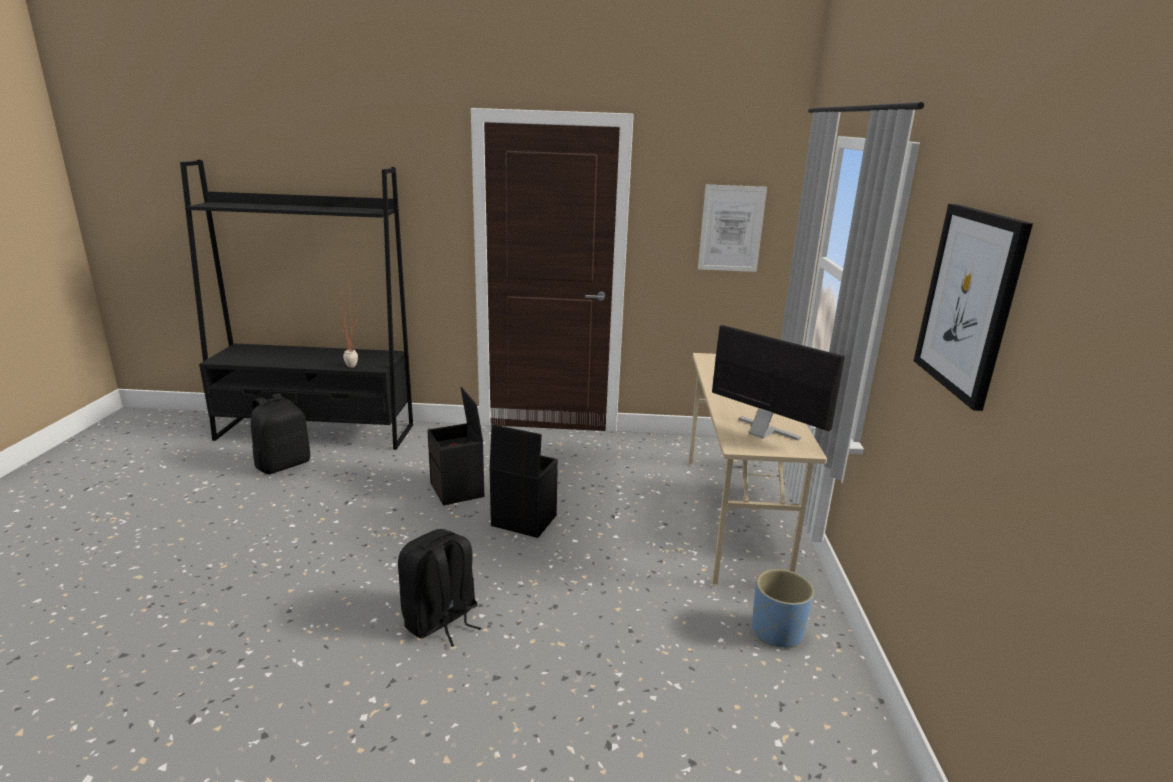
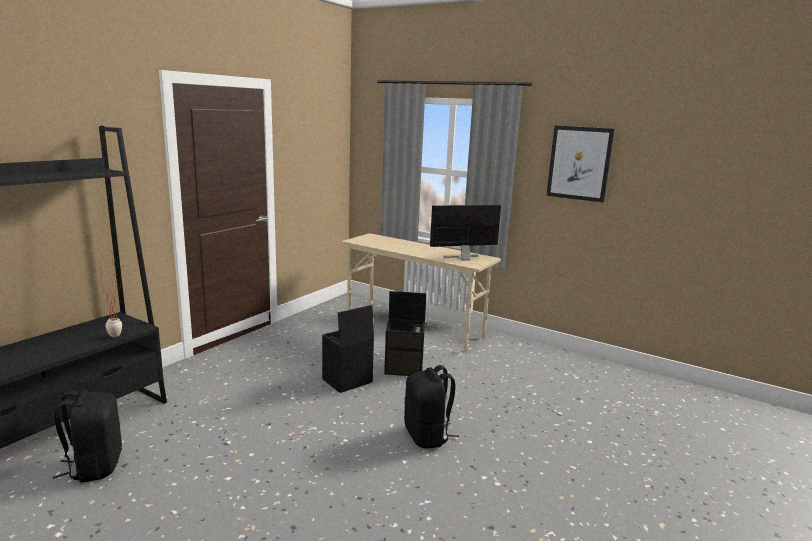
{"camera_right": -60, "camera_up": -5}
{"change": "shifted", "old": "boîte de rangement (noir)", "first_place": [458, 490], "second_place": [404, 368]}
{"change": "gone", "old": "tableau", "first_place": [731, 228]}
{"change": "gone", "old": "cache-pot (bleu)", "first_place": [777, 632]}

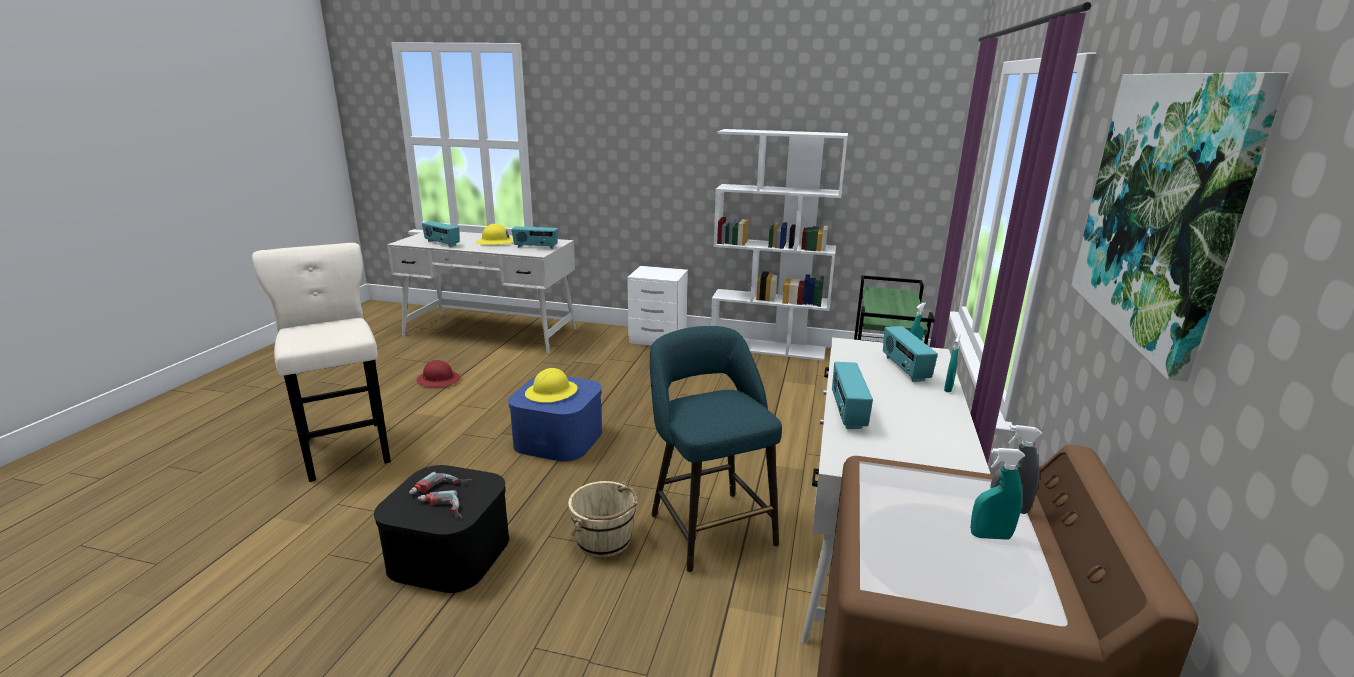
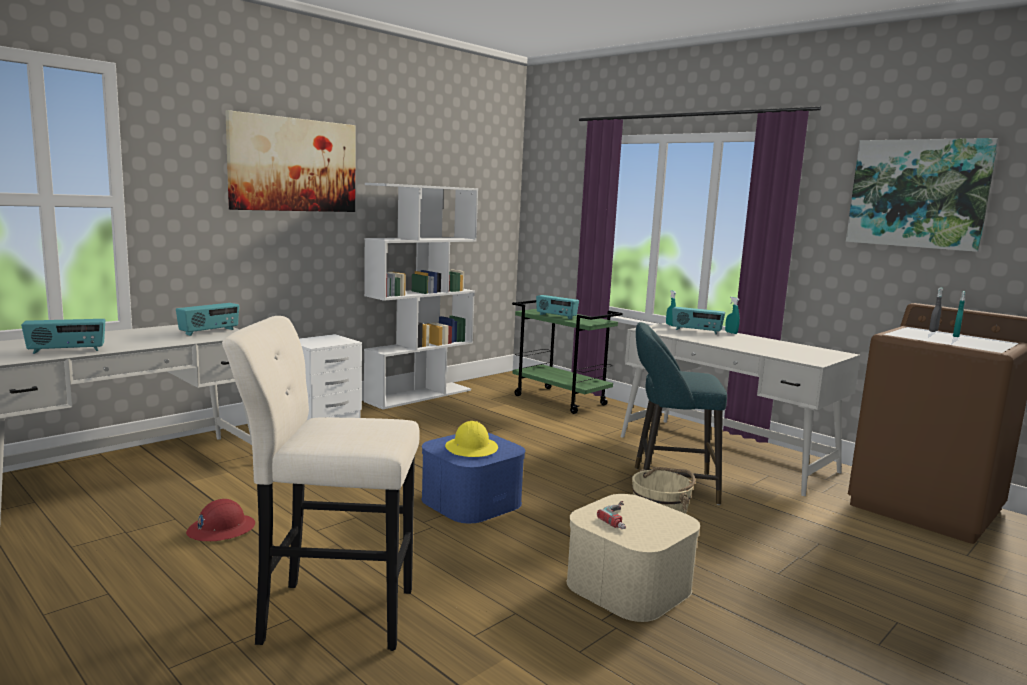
{"camera_right": -60, "camera_up": -10}
{"change": "new", "new": "tableau", "second_place": [294, 165]}
{"change": "shifted", "old": "radio", "first_place": [847, 412], "second_place": [556, 316]}
{"change": "repainted", "old": "boîte de rangement (noir)", "new": "boîte de rangement (beige)", "first_place": [449, 553], "second_place": [629, 585]}
{"change": "gone", "old": "perceuse", "first_place": [440, 511]}
{"change": "gone", "old": "casque de chantier (jaune)", "first_place": [496, 242]}

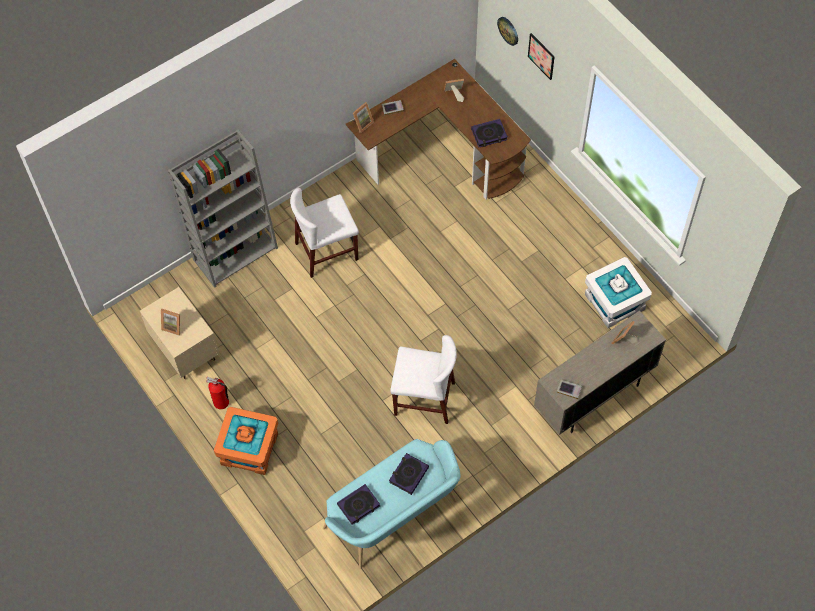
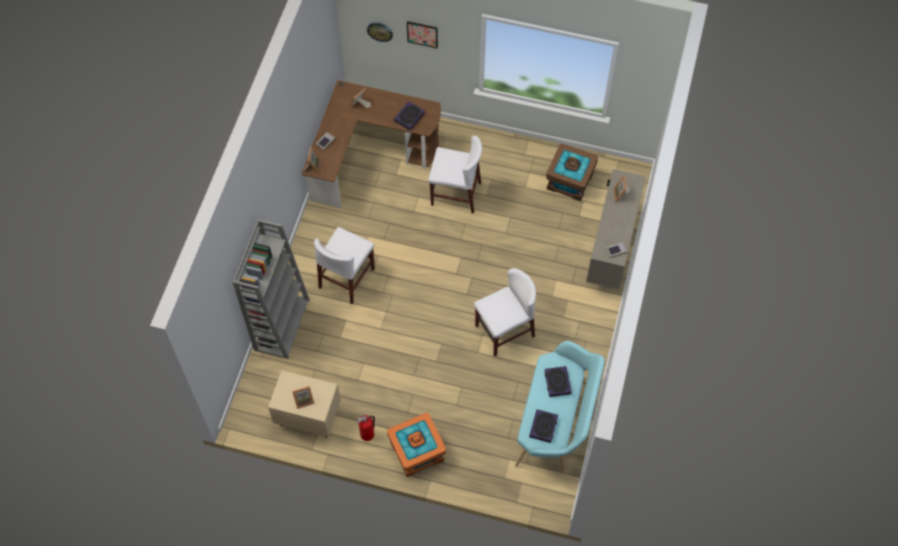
{"camera_right": -40, "camera_up": 0}
{"change": "new", "new": "chaise (blanc)", "second_place": [456, 194]}
{"change": "repainted", "old": "boîte de rangement (blanc)", "new": "boîte de rangement (marron)", "first_place": [614, 302], "second_place": [569, 181]}

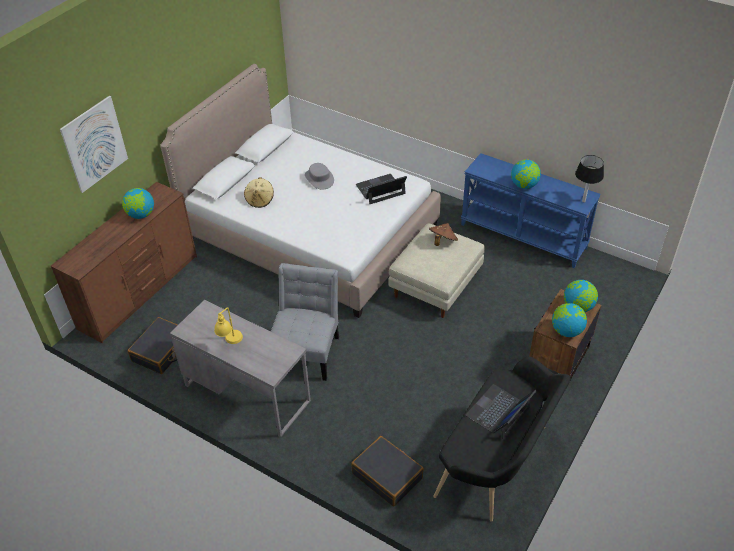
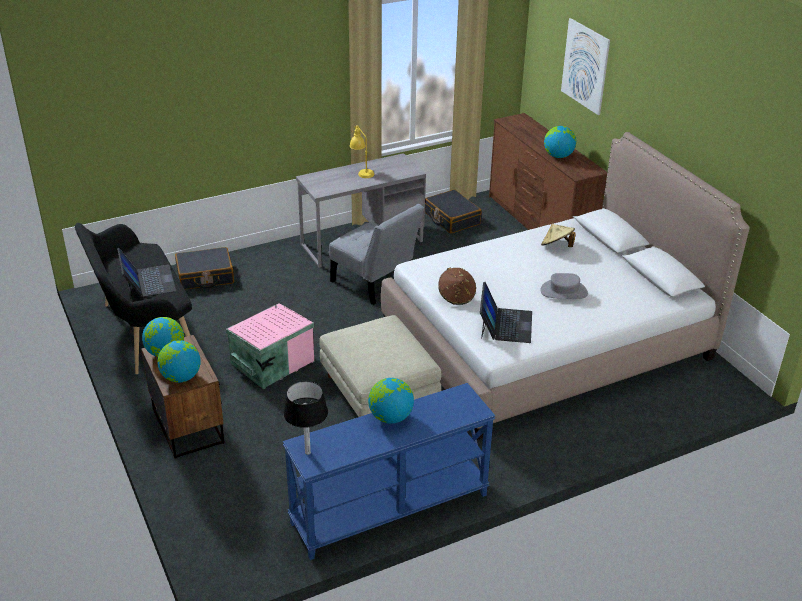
{"camera_right": 120, "camera_up": -10}
{"change": "new", "new": "boîte de rangement (rose)", "second_place": [271, 362]}
{"change": "shifted", "old": "chapeau (marron)", "first_place": [442, 241], "second_place": [456, 296]}

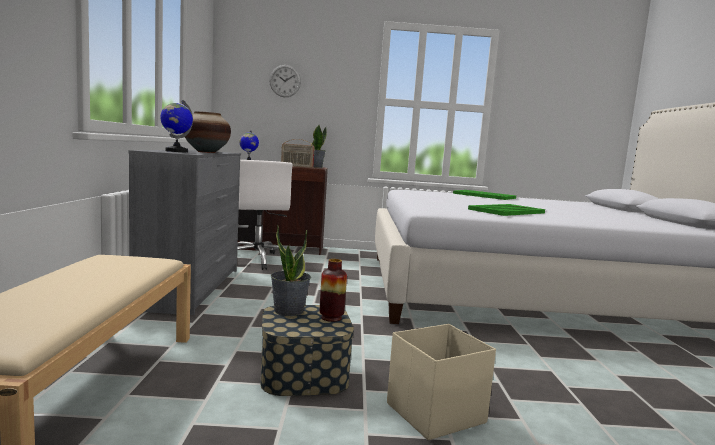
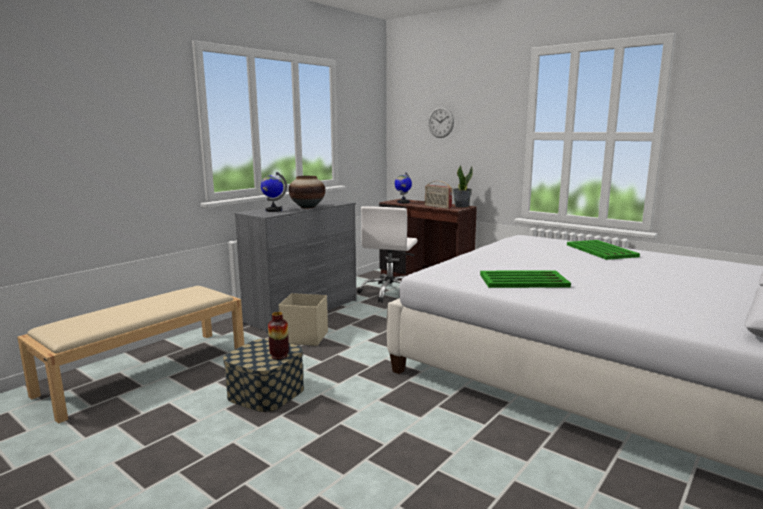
{"camera_right": 40, "camera_up": 5}
{"change": "shifted", "old": "boîte de rangement (beige)", "first_place": [434, 413], "second_place": [304, 337]}
{"change": "gone", "old": "plante en pot", "first_place": [289, 311]}

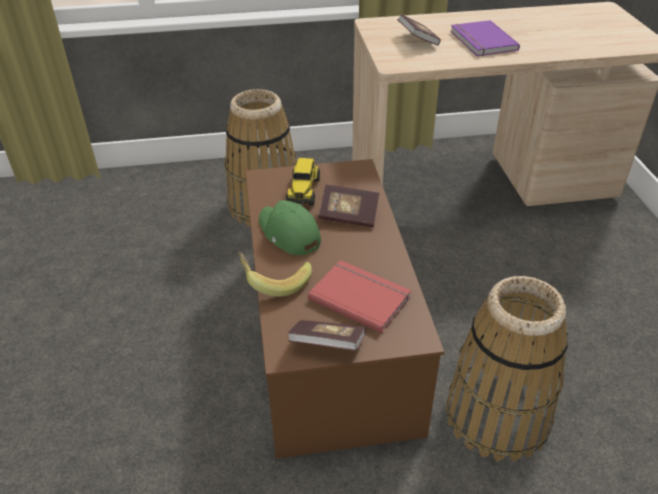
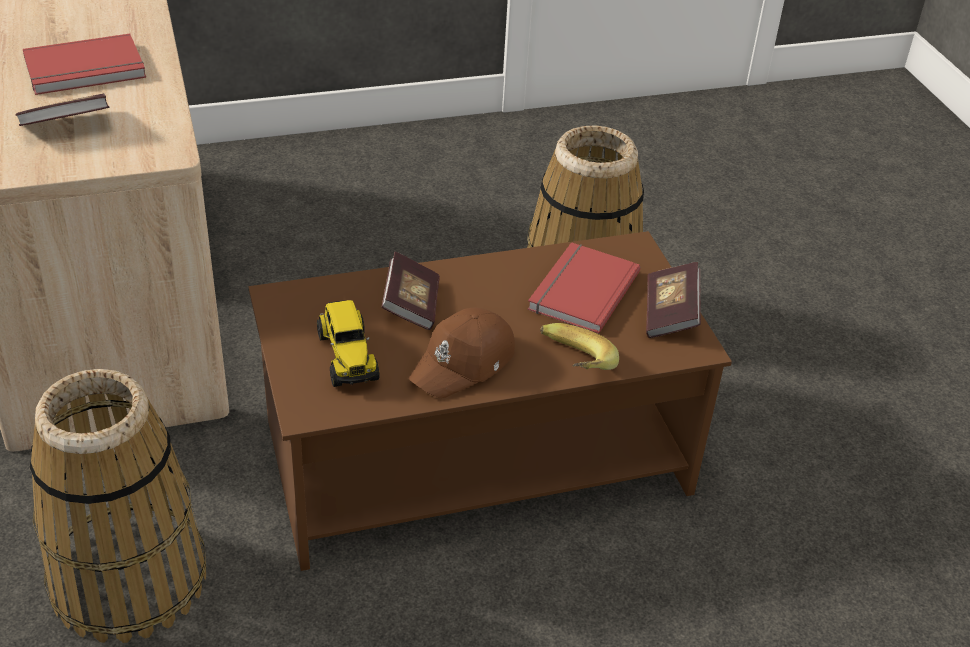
{"camera_right": -100, "camera_up": 0}
{"change": "repainted", "old": "livre (violet)", "new": "livre (rouge)", "first_place": [481, 41], "second_place": [86, 70]}
{"change": "rotated", "old": "camion jouet", "first_place": [303, 191], "second_place": [347, 356], "degrees": 75}
{"change": "repainted", "old": "casquette (vert)", "new": "casquette (marron)", "first_place": [288, 234], "second_place": [464, 363]}

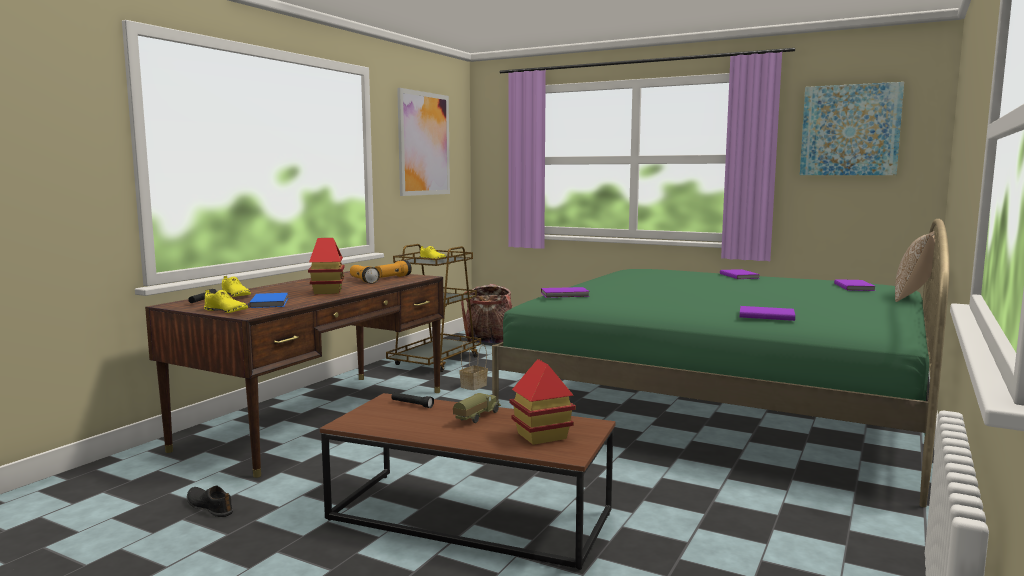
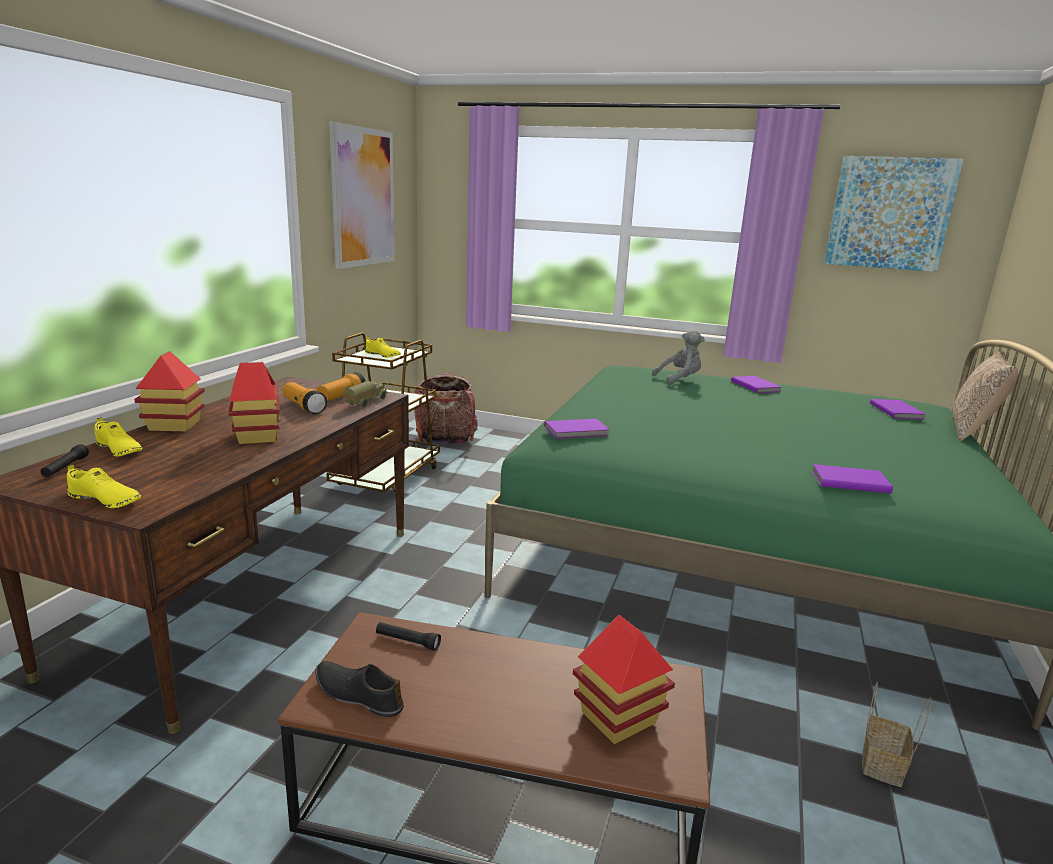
{"camera_right": -10, "camera_up": 10}
{"change": "new", "new": "maison miniature", "second_place": [174, 425]}
{"change": "shifted", "old": "chaussure (noir)", "first_place": [209, 506], "second_place": [358, 694]}
{"change": "shifted", "old": "camion jouet", "first_place": [476, 417], "second_place": [365, 402]}
{"change": "new", "new": "peluche (gris)", "second_place": [679, 380]}
{"change": "shifted", "old": "panier", "first_place": [473, 386], "second_place": [883, 766]}
{"change": "gone", "old": "livre (bleu)", "first_place": [270, 302]}

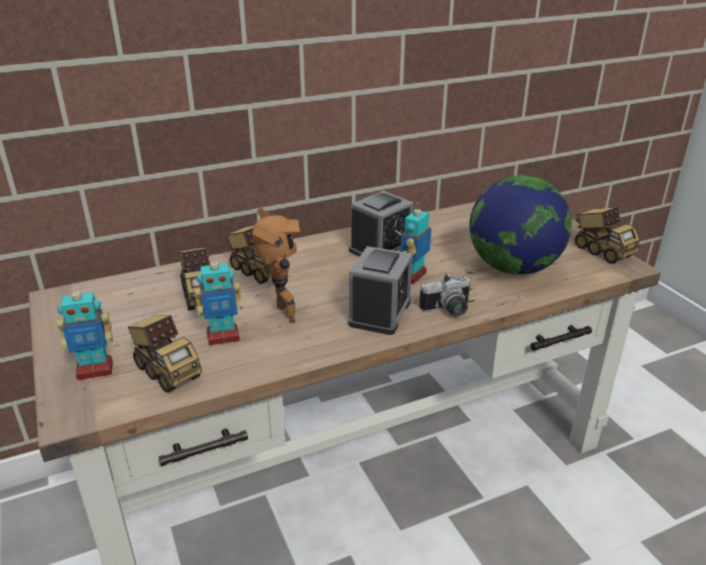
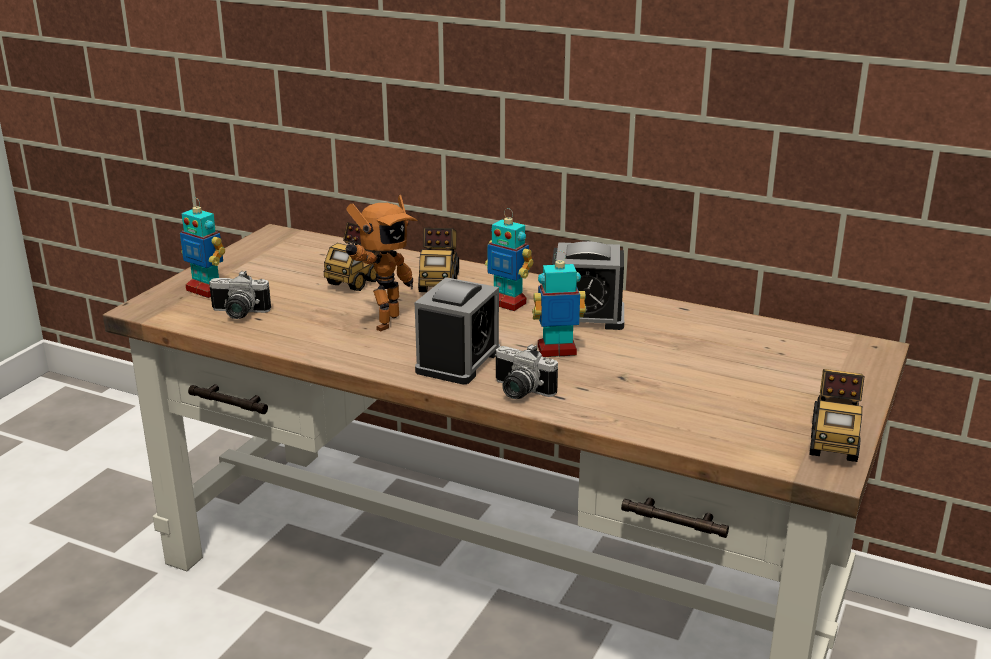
{"camera_right": 50, "camera_up": -5}
{"change": "swapped", "old": "camion jouet", "new": "appareil photo", "first_place": [166, 371], "second_place": [238, 314]}
{"change": "rotated", "old": "réveil", "first_place": [380, 313], "second_place": [458, 361], "degrees": -45}
{"change": "shifted", "old": "robot jouet", "first_place": [223, 336], "second_place": [507, 303]}
{"change": "gone", "old": "globe", "first_place": [513, 268]}

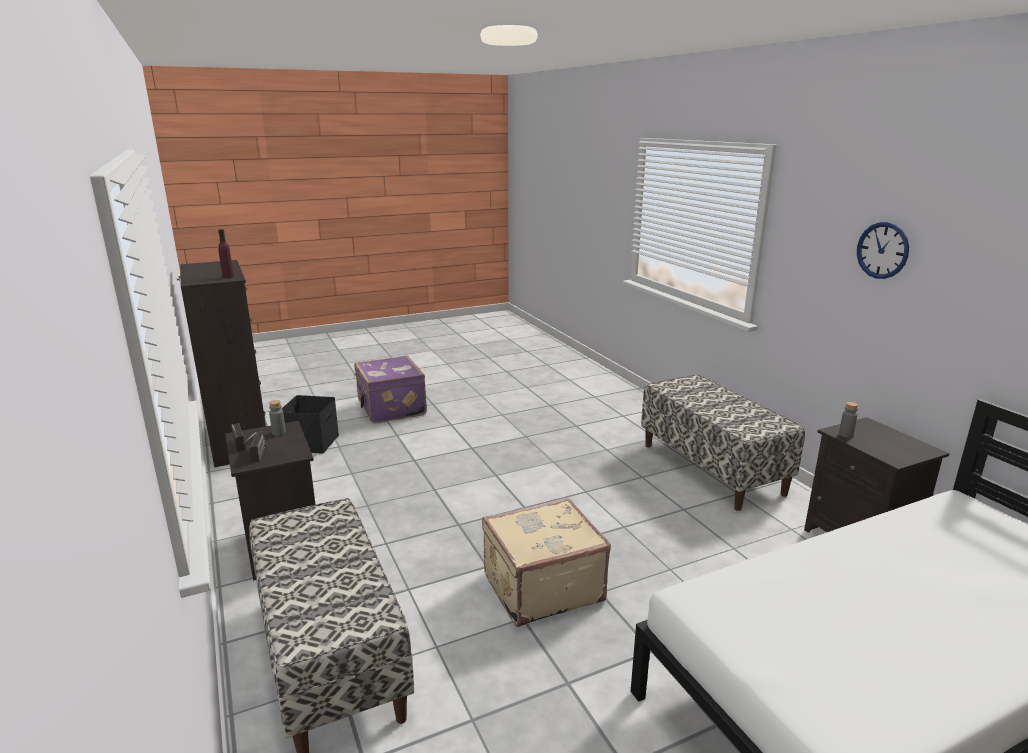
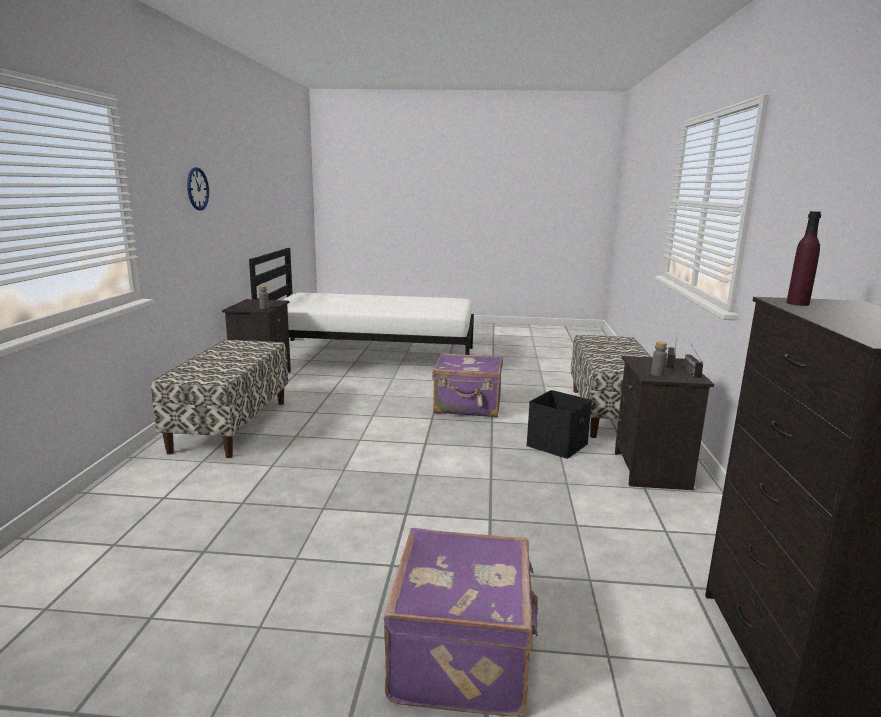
{"camera_right": -150, "camera_up": -5}
{"change": "repainted", "old": "valise (beige)", "new": "valise (violet)", "first_place": [541, 587], "second_place": [468, 407]}
{"change": "shifted", "old": "boîte de rangement (noir)", "first_place": [311, 442], "second_place": [557, 445]}

